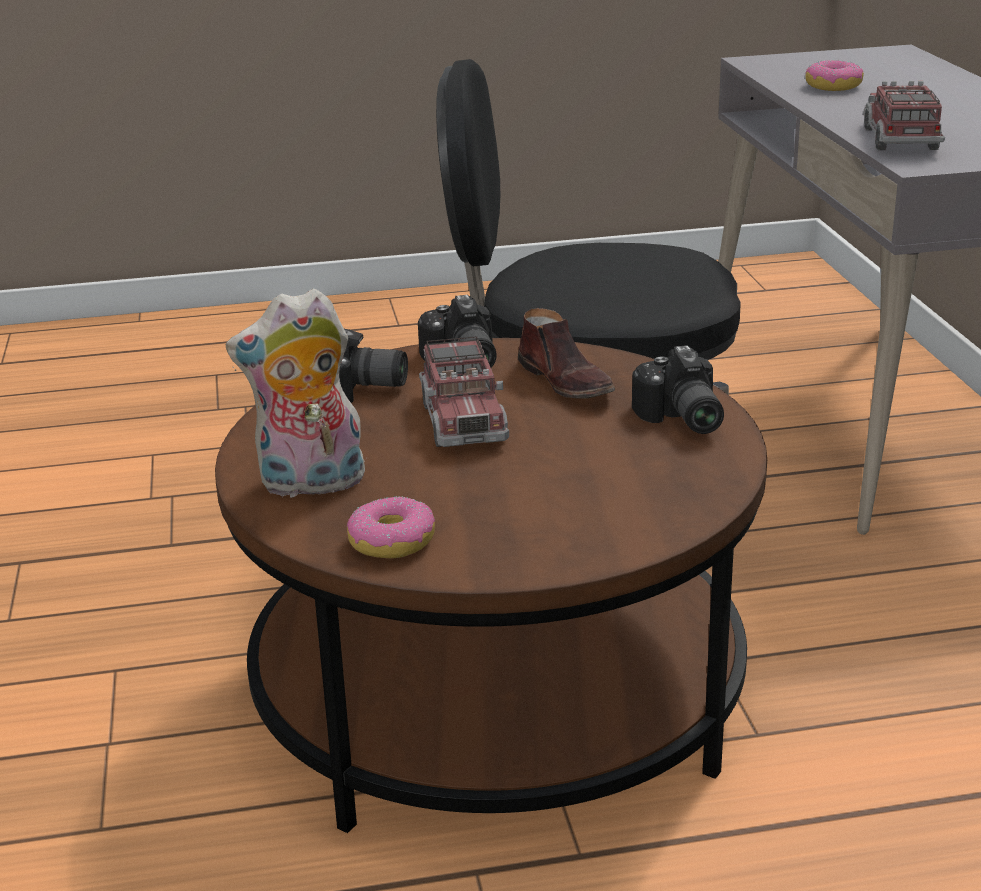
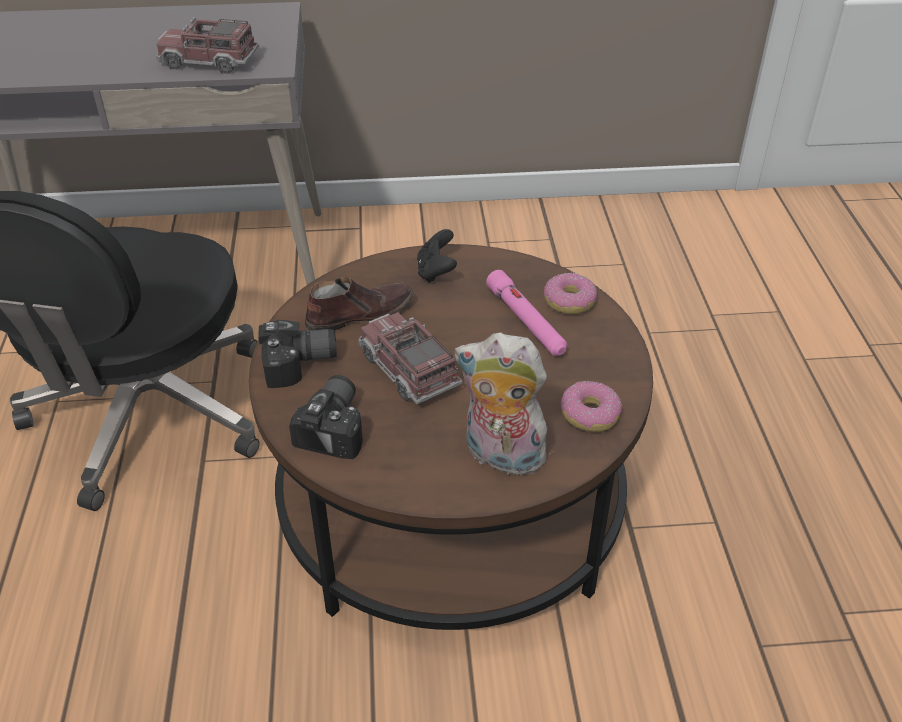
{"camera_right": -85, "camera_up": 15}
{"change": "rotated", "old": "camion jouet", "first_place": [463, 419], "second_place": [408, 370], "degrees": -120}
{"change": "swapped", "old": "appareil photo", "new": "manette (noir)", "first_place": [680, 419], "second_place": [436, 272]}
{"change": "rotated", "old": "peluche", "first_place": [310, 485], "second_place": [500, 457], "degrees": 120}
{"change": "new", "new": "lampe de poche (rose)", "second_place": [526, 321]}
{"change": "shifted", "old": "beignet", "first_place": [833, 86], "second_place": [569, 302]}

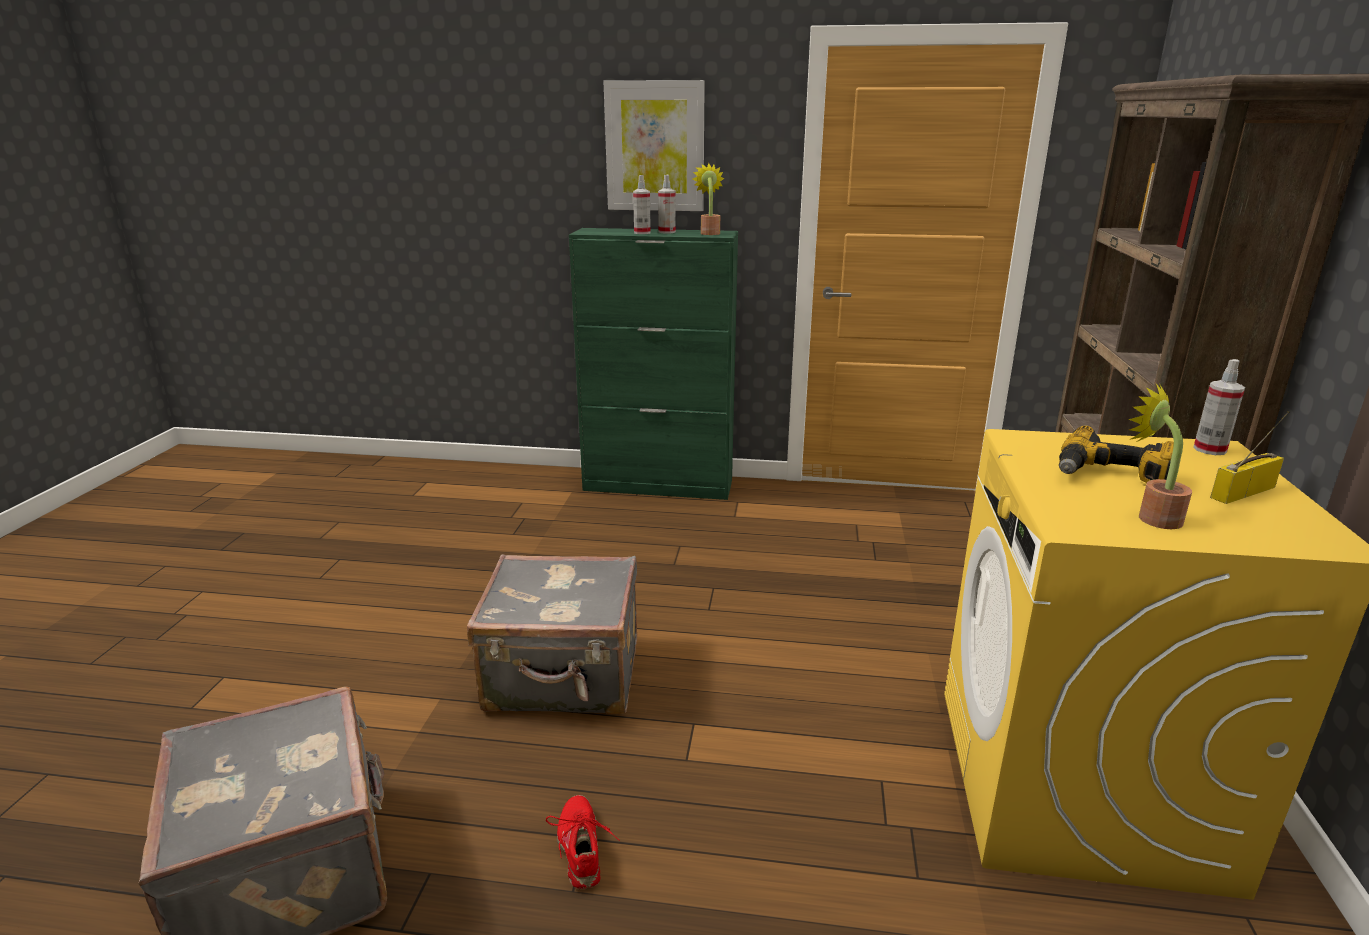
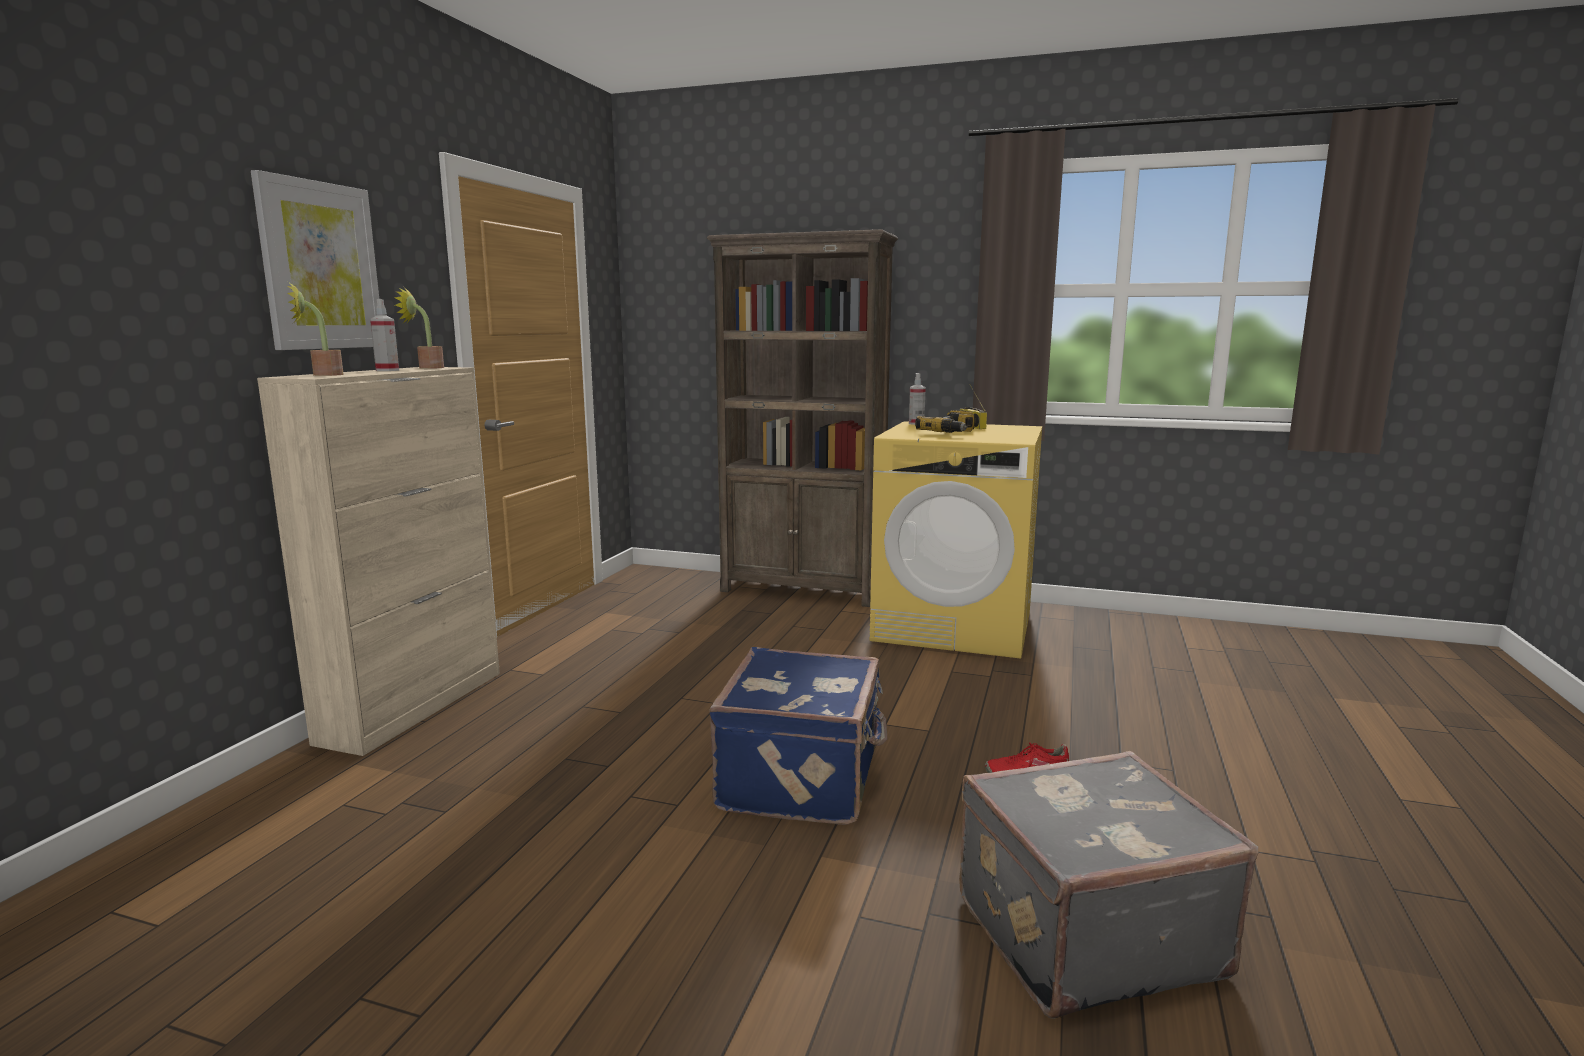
{"camera_right": -80, "camera_up": -10}
{"change": "repainted", "old": "meuble de rangement (vert)", "new": "meuble de rangement (beige)", "first_place": [659, 485], "second_place": [414, 706]}
{"change": "shifted", "old": "plante en pot", "first_place": [1151, 516], "second_place": [321, 375]}
{"change": "repainted", "old": "valise (gris)", "new": "valise (bleu)", "first_place": [564, 677], "second_place": [803, 779]}
{"change": "gone", "old": "vaporisateur", "first_place": [642, 233]}

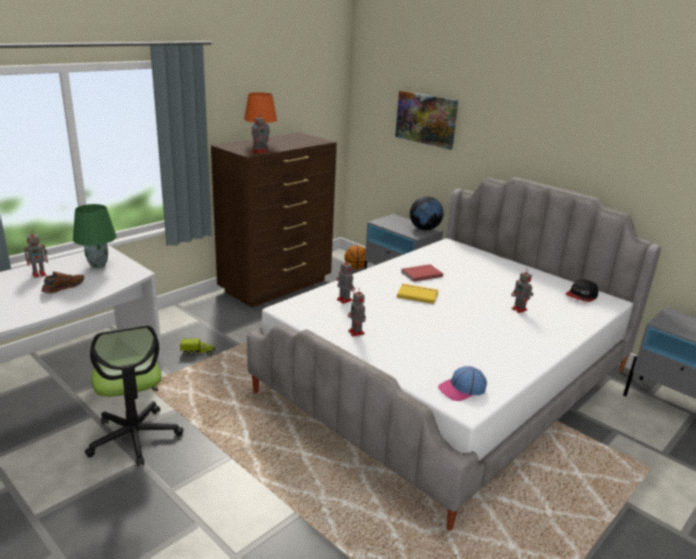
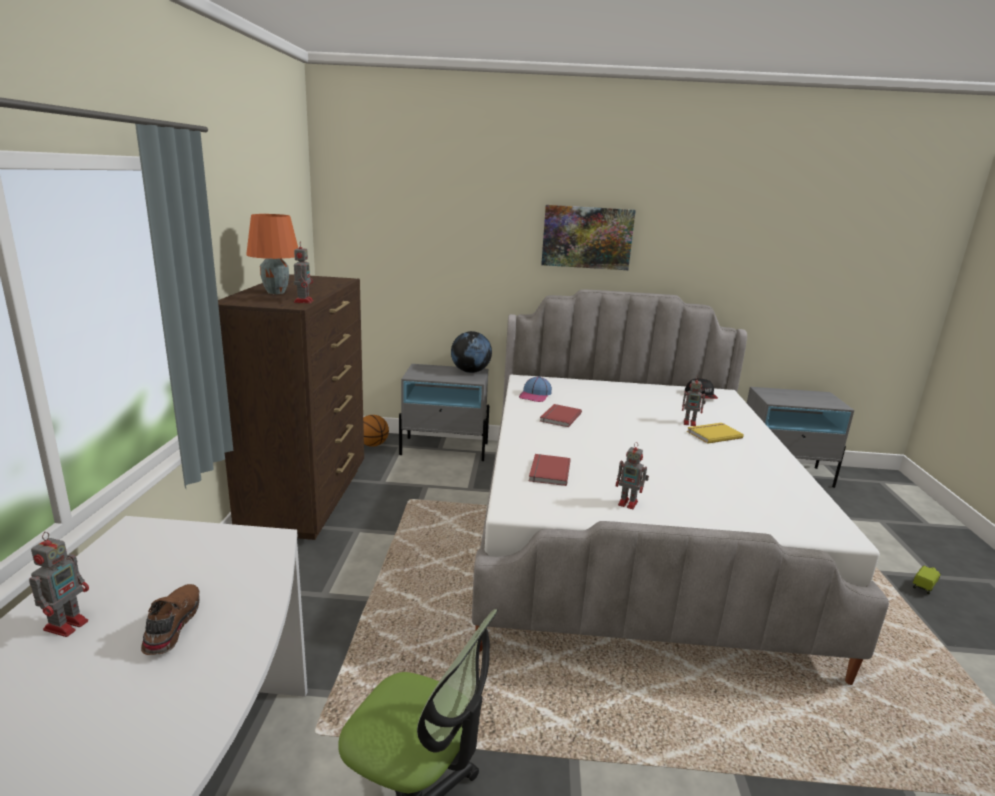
{"camera_right": -40, "camera_up": -5}
{"change": "shifted", "old": "casquette", "first_place": [462, 389], "second_place": [535, 395]}
{"change": "swapped", "old": "robot jouet", "new": "livre (rouge)", "first_place": [344, 299], "second_place": [548, 471]}
{"change": "shifted", "old": "tableau", "first_place": [426, 119], "second_place": [587, 237]}
{"change": "shifted", "old": "livre (jaune)", "first_place": [417, 294], "second_place": [713, 434]}
{"change": "shifted", "old": "camion jouet", "first_place": [198, 352], "second_place": [925, 584]}
{"change": "gone", "old": "lampe de table (vert)", "first_place": [98, 265]}

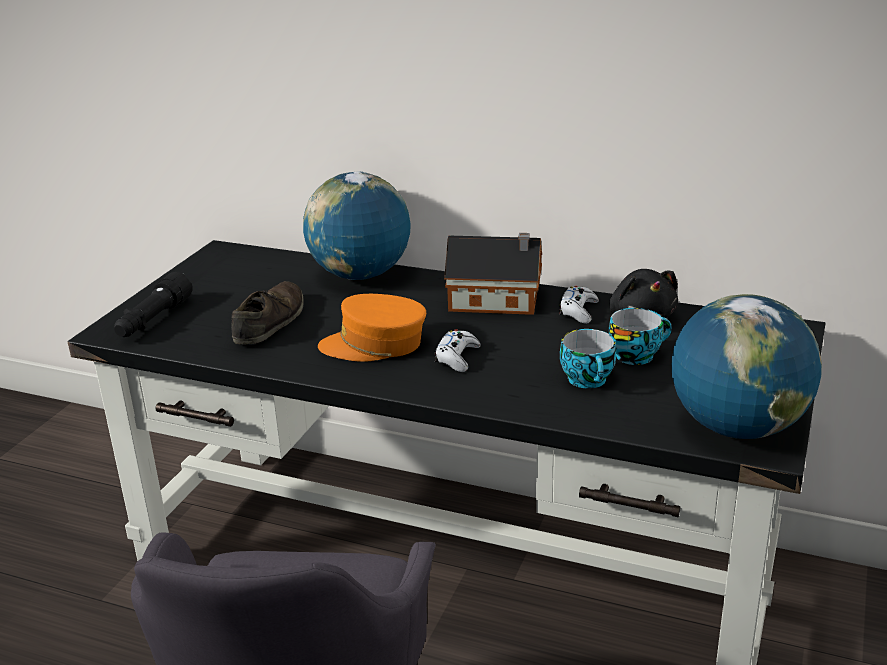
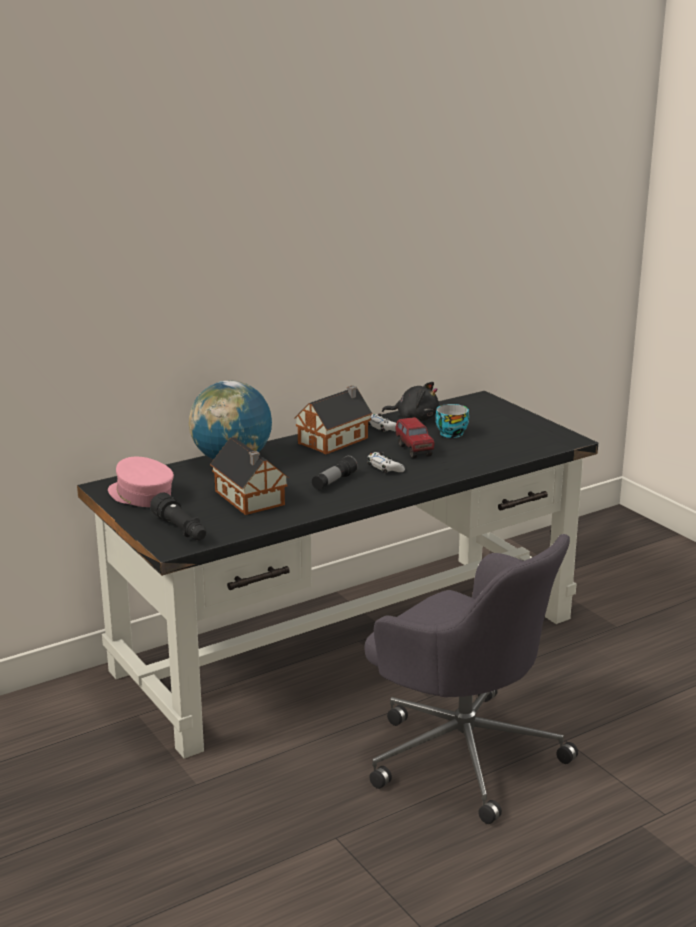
{"camera_right": -55, "camera_up": -5}
{"change": "new", "new": "casquette (rose)", "second_place": [140, 495]}
{"change": "swapped", "old": "chaussure (marron)", "new": "maison miniature", "first_place": [270, 321], "second_place": [250, 499]}
{"change": "swapped", "old": "casquette (orange)", "new": "lampe de poche", "first_place": [374, 345], "second_place": [334, 482]}
{"change": "new", "new": "camion jouet", "second_place": [414, 450]}
{"change": "gone", "old": "tasse", "first_place": [589, 380]}
{"change": "gone", "old": "globe", "first_place": [737, 428]}

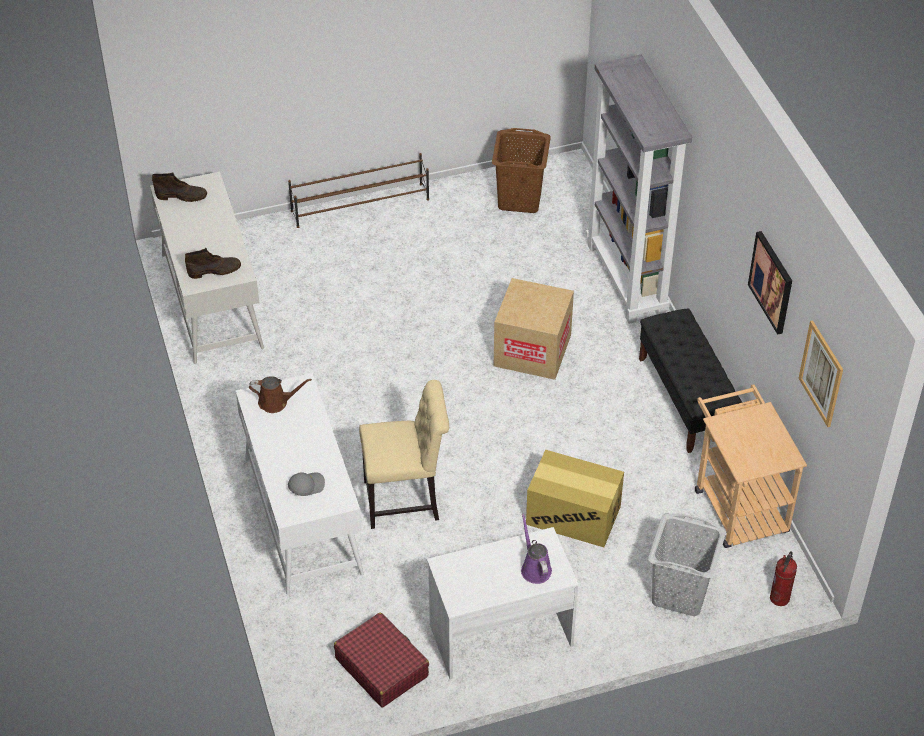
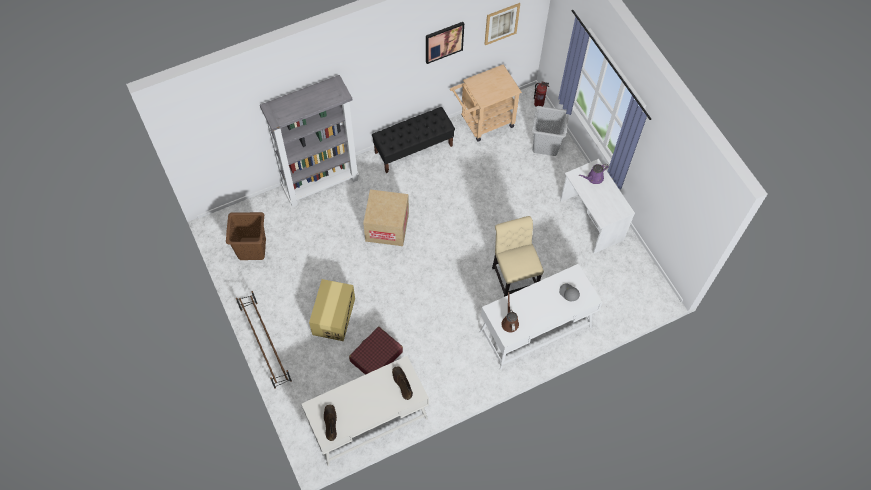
{"camera_right": -100, "camera_up": 15}
{"change": "shifted", "old": "carton", "first_place": [573, 515], "second_place": [333, 316]}
{"change": "shifted", "old": "valise (rouge)", "first_place": [381, 667], "second_place": [376, 356]}

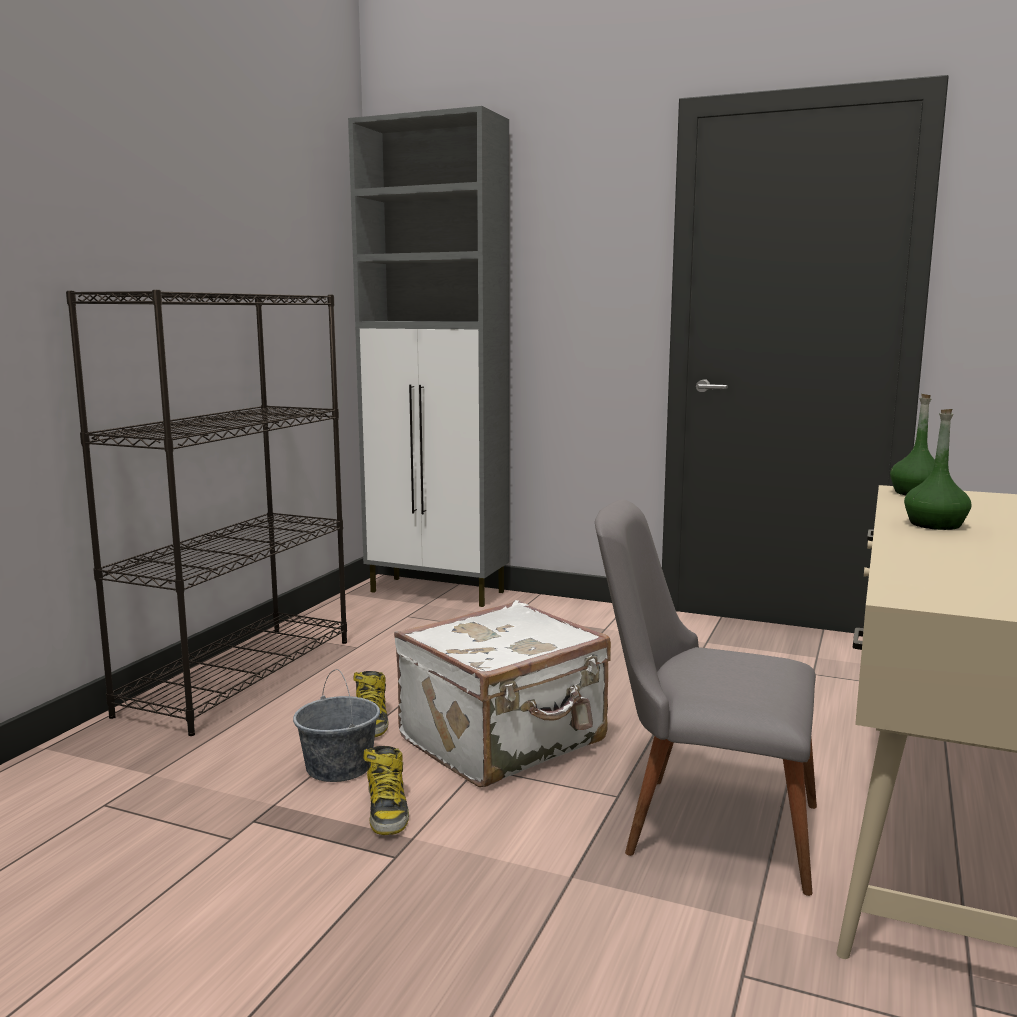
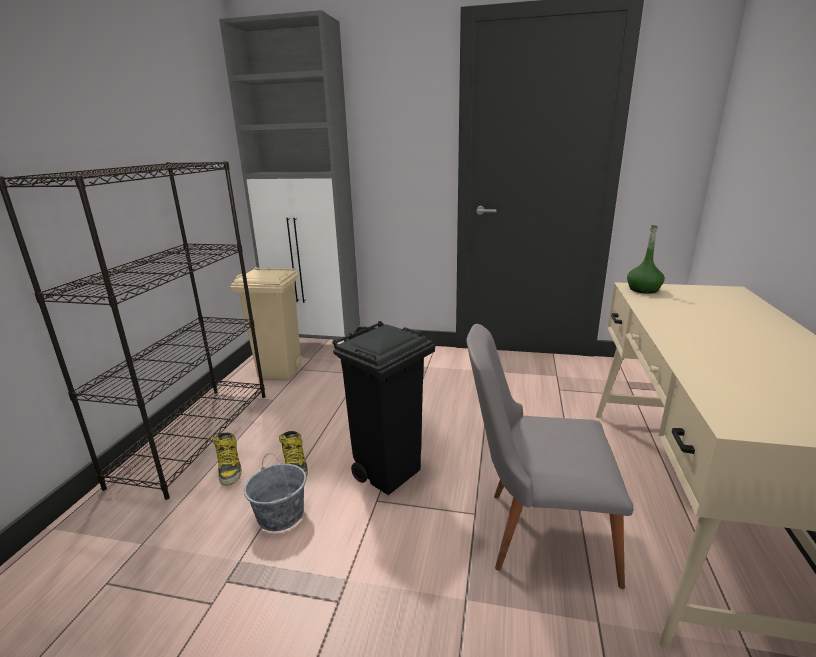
{"camera_right": -10, "camera_up": 10}
{"change": "shifted", "old": "botte", "first_place": [387, 809], "second_place": [229, 468]}
{"change": "new", "new": "poubelle (beige)", "second_place": [280, 372]}
{"change": "swapped", "old": "valise (blanc)", "new": "poubelle (noir)", "first_place": [505, 741], "second_place": [389, 473]}
{"change": "gone", "old": "bouteille (vert)", "first_place": [934, 525]}

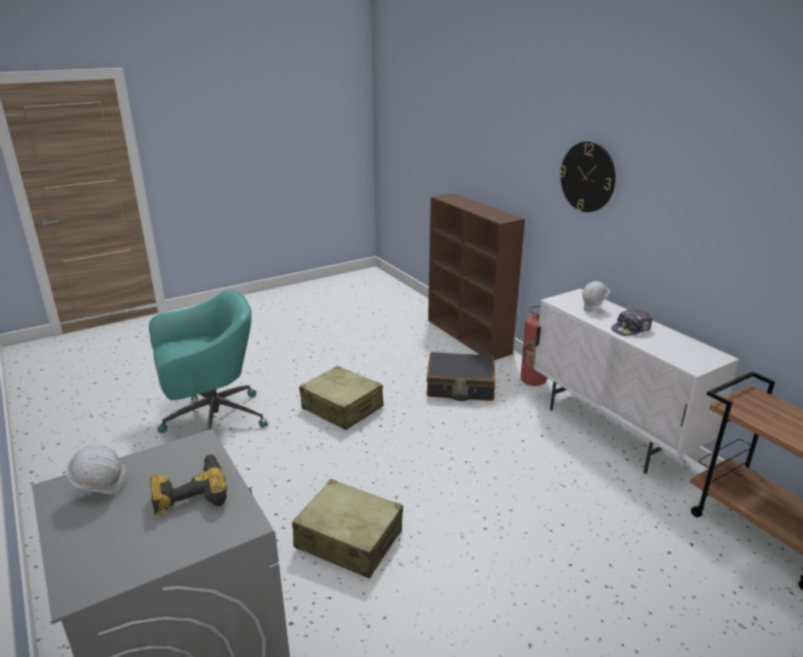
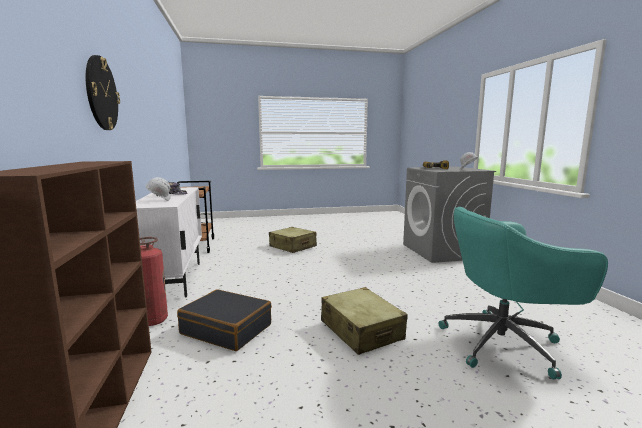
{"camera_right": -160, "camera_up": -15}
{"change": "shifted", "old": "valise (beige)", "first_place": [349, 539], "second_place": [292, 247]}

